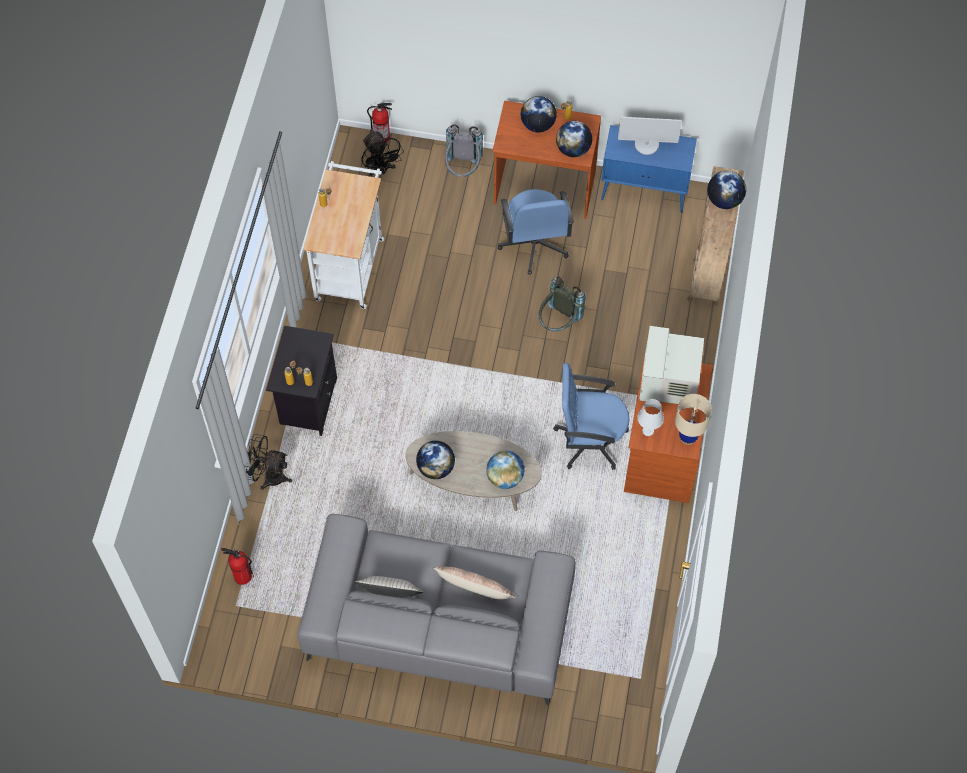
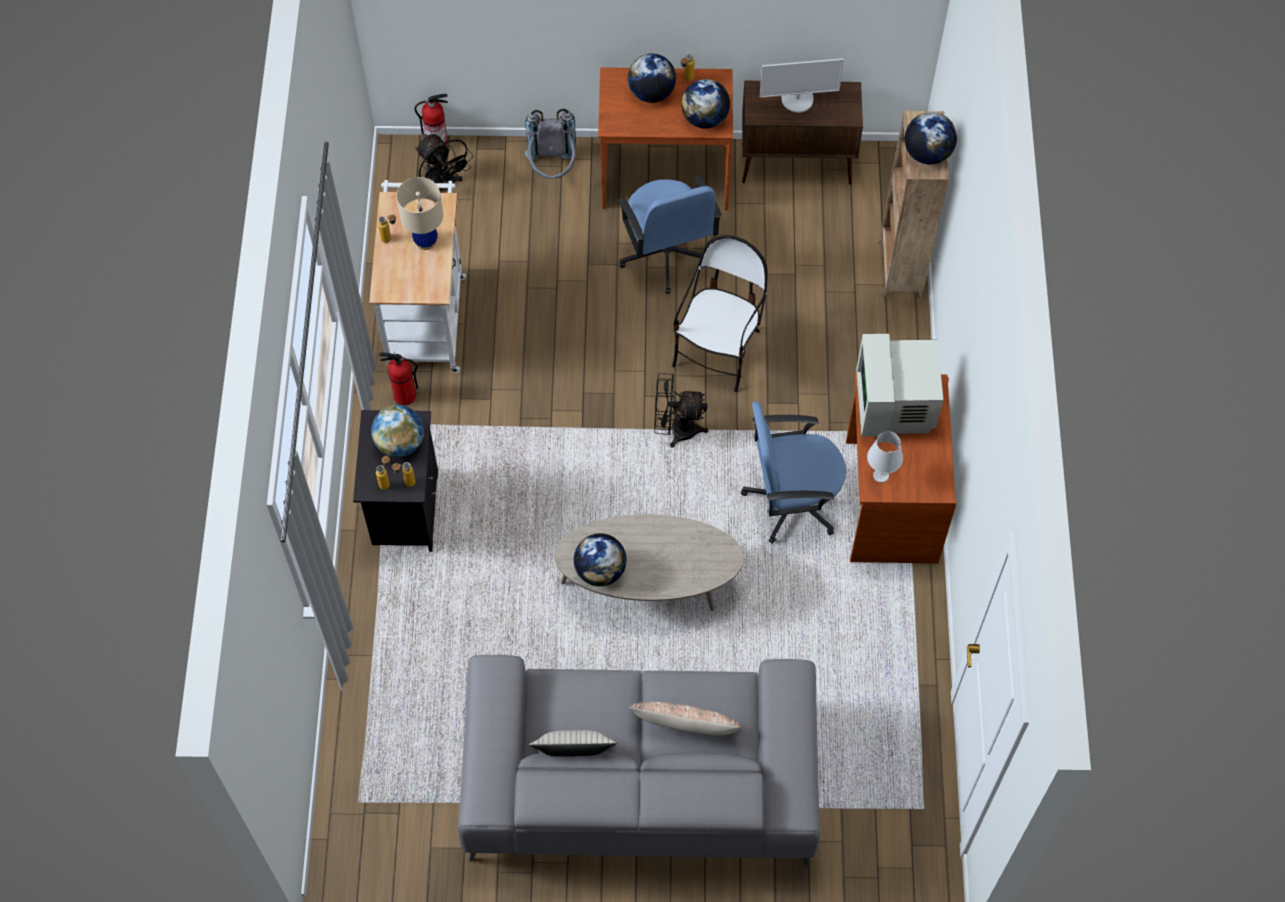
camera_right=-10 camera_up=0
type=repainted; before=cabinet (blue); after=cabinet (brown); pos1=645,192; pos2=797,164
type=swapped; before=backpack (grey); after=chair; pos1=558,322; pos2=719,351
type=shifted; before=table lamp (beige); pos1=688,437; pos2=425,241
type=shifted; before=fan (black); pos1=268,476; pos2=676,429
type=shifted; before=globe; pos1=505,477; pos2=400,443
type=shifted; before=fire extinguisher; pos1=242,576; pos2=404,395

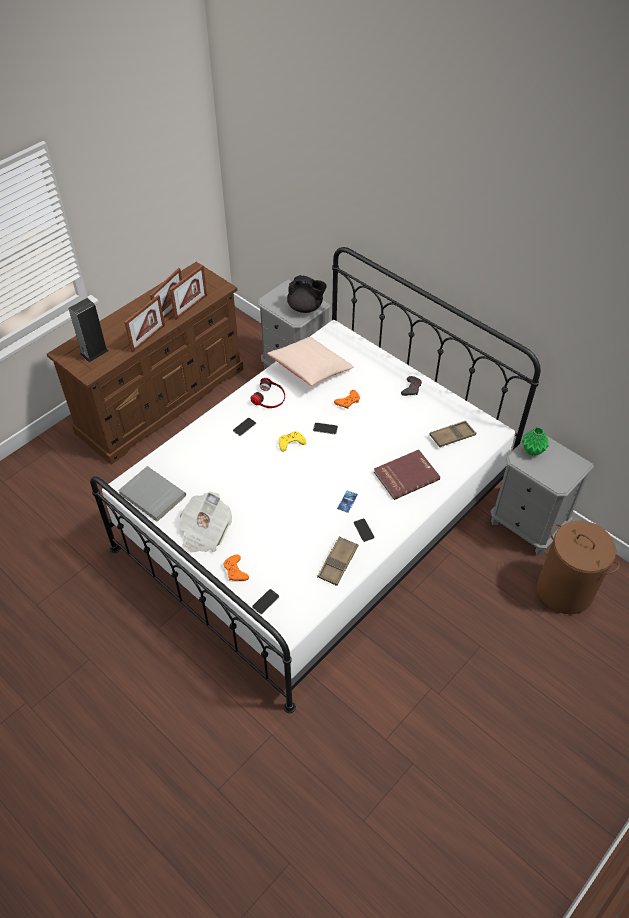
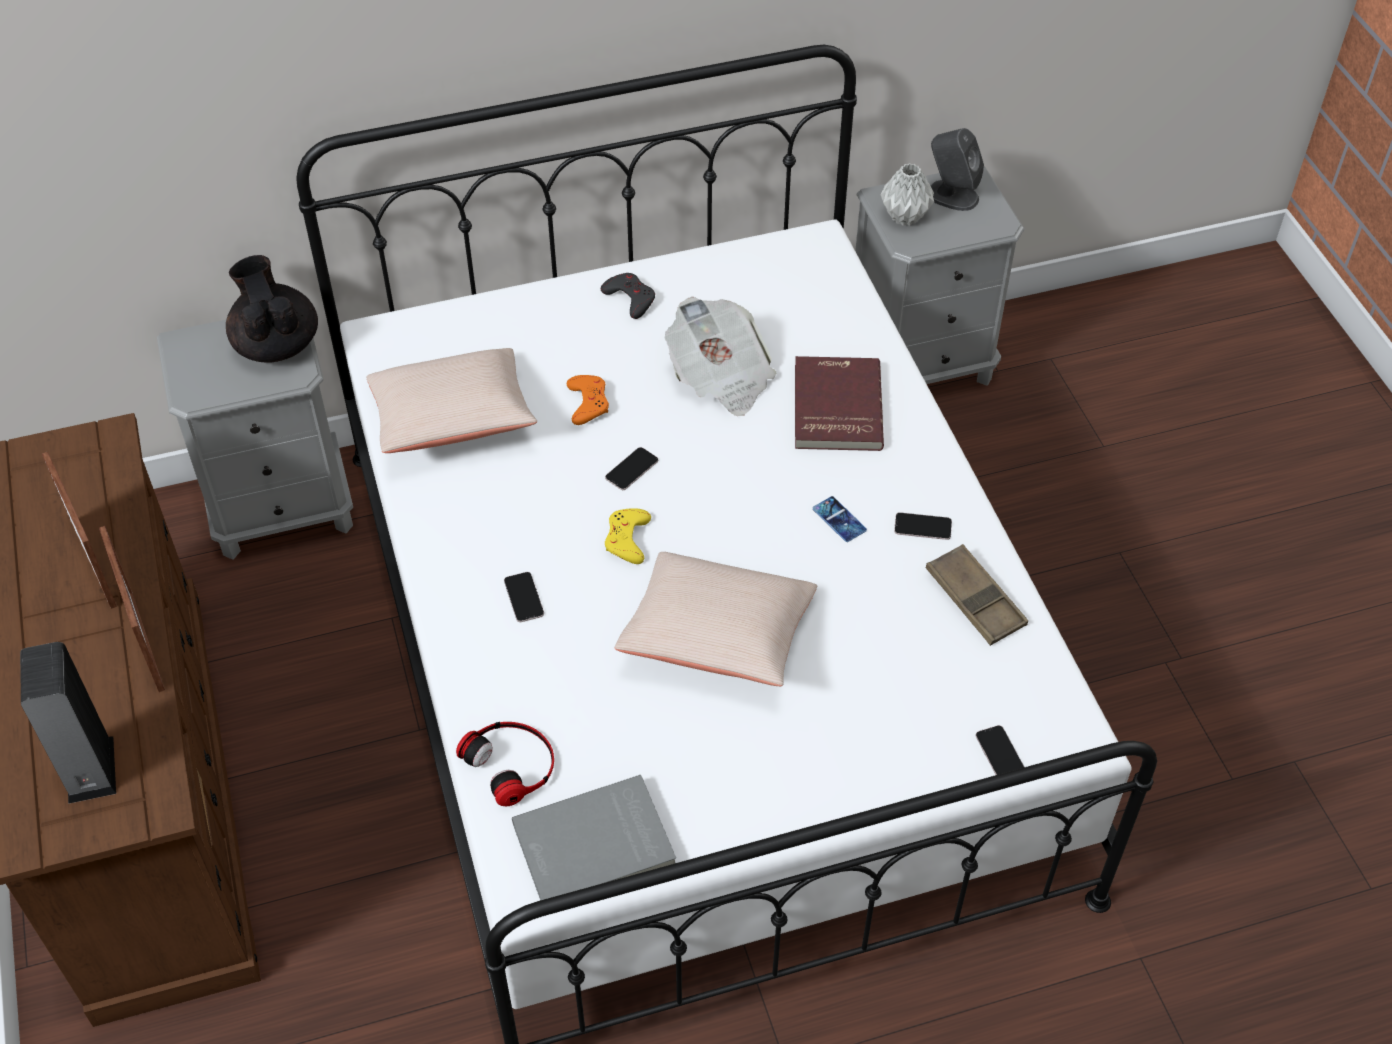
camera_right=-60 camera_up=0
type=gone; before=picture frame; pos1=191,307
type=rotated; before=teapot (black); pos1=306,307; pos2=276,344; turn=-75
type=shifted; before=headphones; pos1=269,397; pos2=512,763
type=gone; before=tray (brown); pos1=452,436
type=repainted; before=vase (green); after=vase (grey); pos1=532,450; pos2=904,217
type=shifted; before=newspaper; pos1=204,532; pos2=720,377
type=gone; before=laundry basket (brown); pos1=565,590
type=gone; before=game controller (orange); pos1=235,571
type=new; after=speaker (grey); pos2=951,195
type=new; after=pillow (beige); pos2=718,636

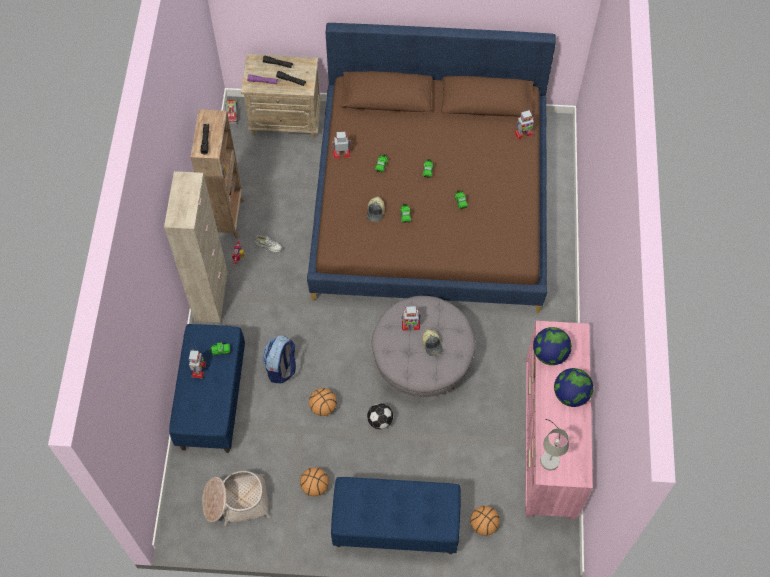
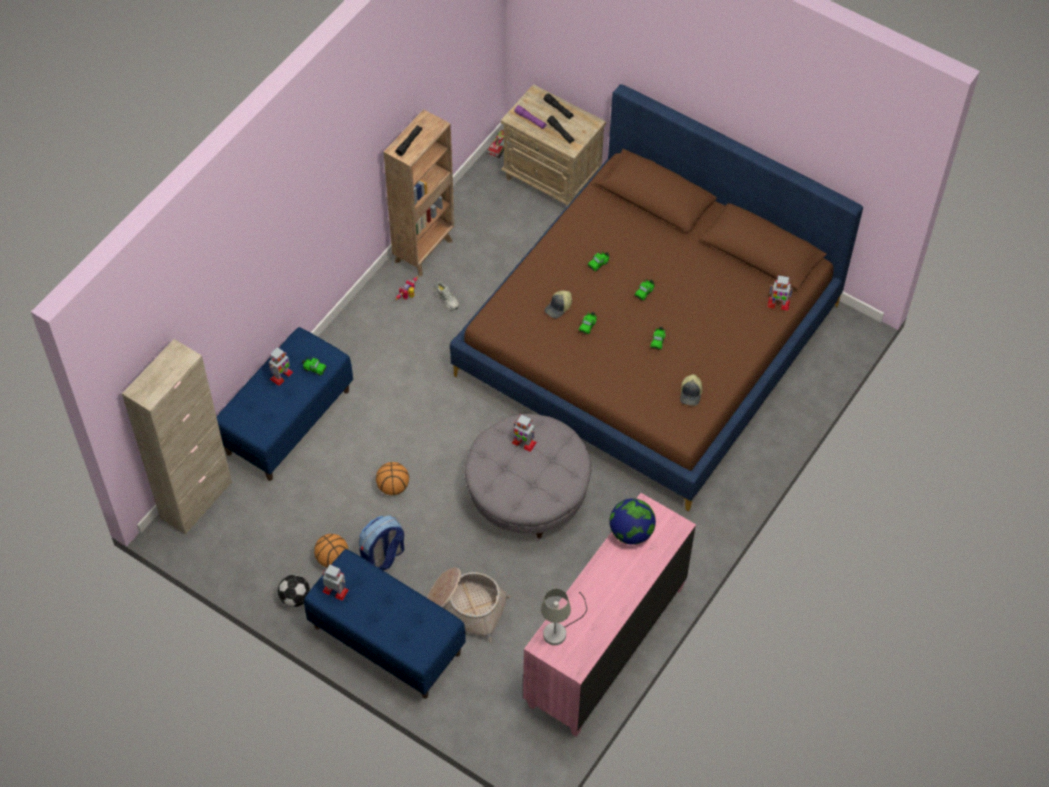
camera_right=30 camera_up=-5
type=shifted; before=toy robot; pos1=342,153; pos2=335,590
type=shifted; before=cabinet (beige); pos1=211,296; pos2=196,500
type=shifted; before=cap; pos1=432,344; pos2=691,393
type=shifted; before=backpack; pos1=281,368; pos2=382,557
type=gone; before=globe; pos1=571,395
type=shifted; before=football; pos1=379,421; pos2=295,597
type=shifted; before=basket; pos1=236,501; pos2=465,607
type=gone; before=basketball; pos1=483,525

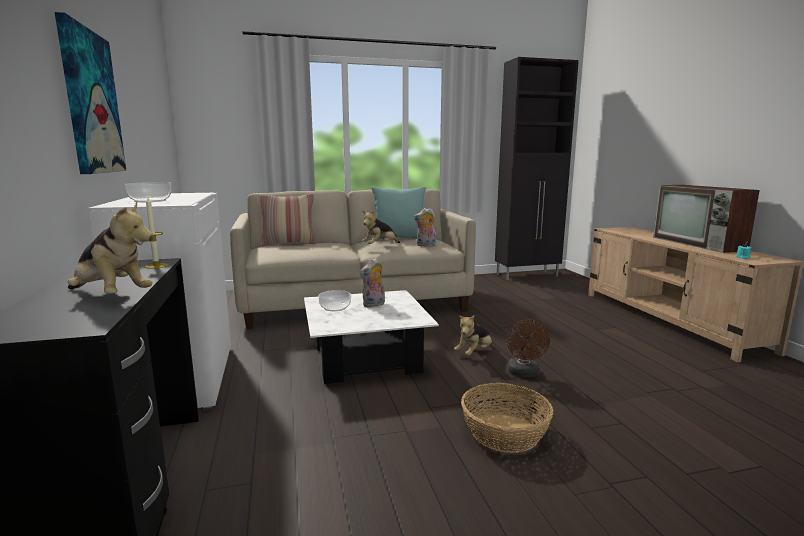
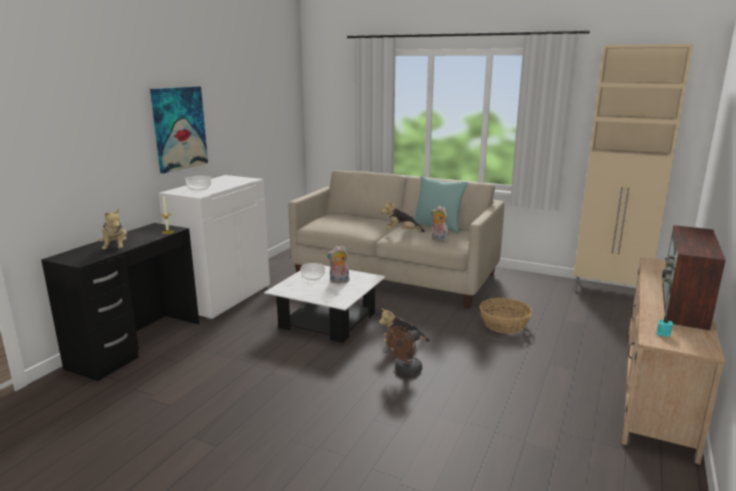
camera_right=40 camera_up=5
type=repainted; before=cabinet (black); after=cabinet (beige); pos1=528,275; pos2=610,291
type=gone; before=pillow; pos1=289,243
type=shifted; before=basket; pos1=505,432; pos2=504,325

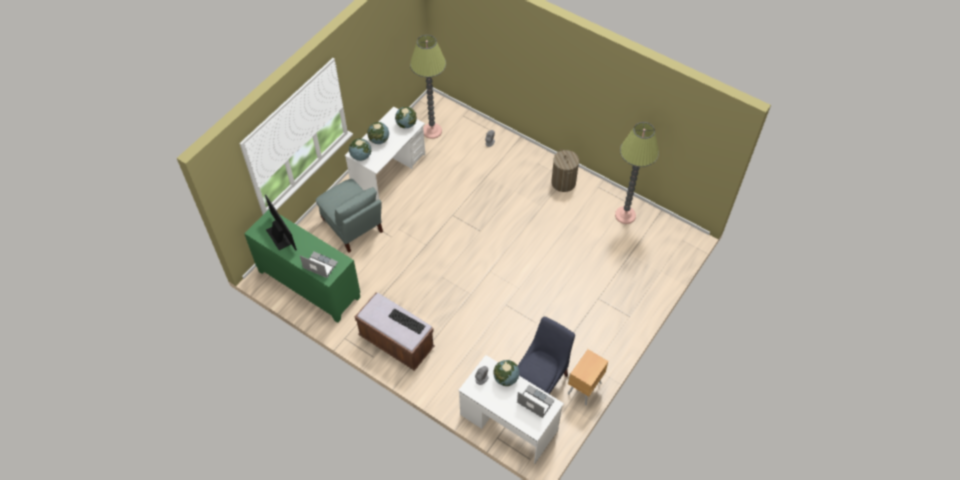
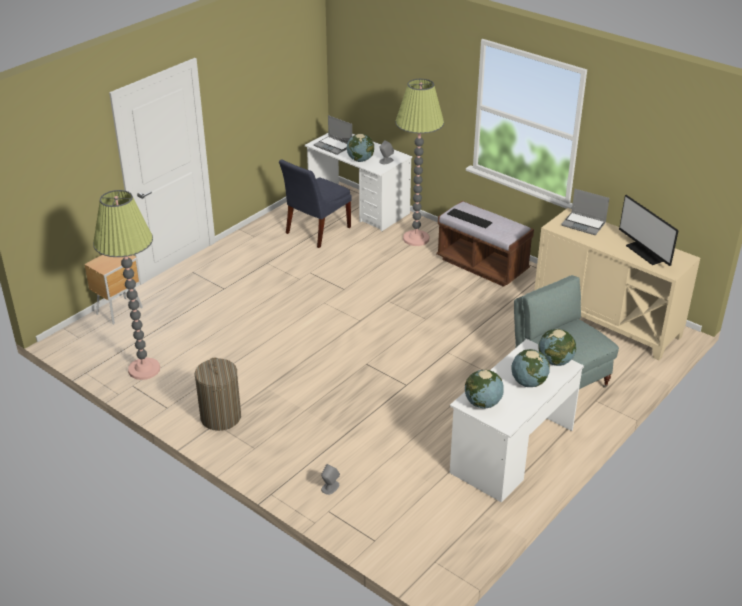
camera_right=-175 camera_up=-20
type=shifted; before=floor lamp; pos1=432,131; pos2=416,239
type=repainted; before=cabinet (green); after=cabinet (beige); pos1=308,285; pos2=606,320
type=shifted; before=nightstand (brown); pos1=583,389; pos2=120,311

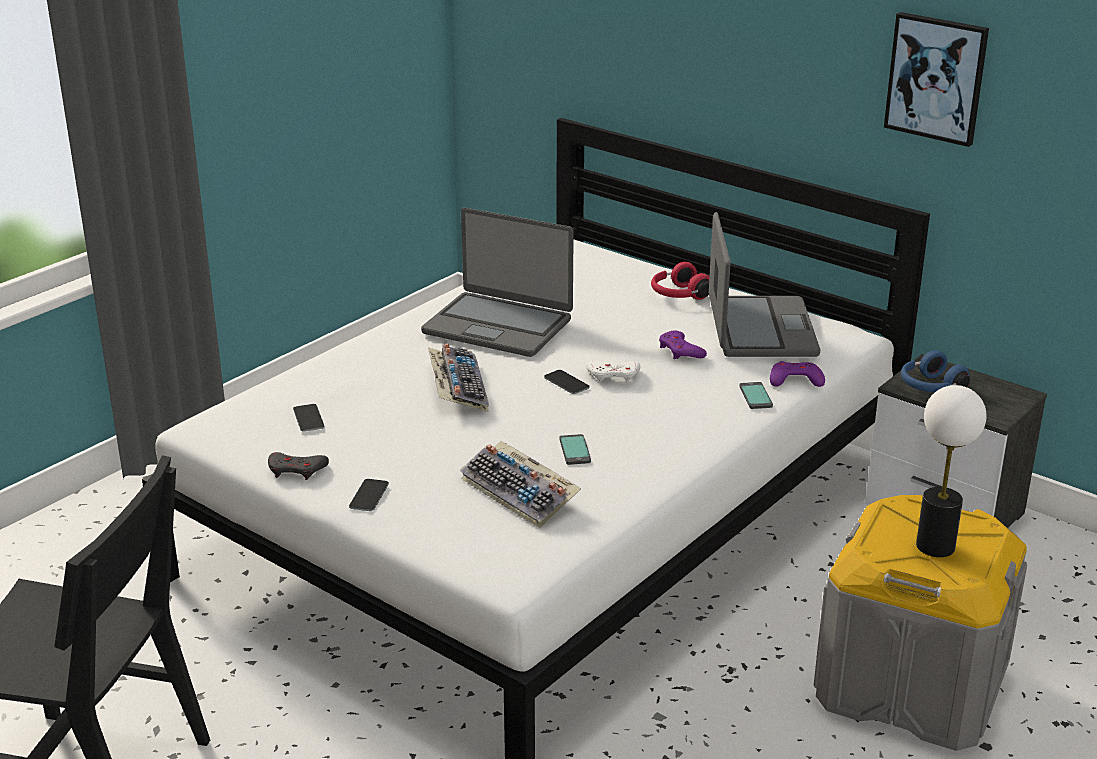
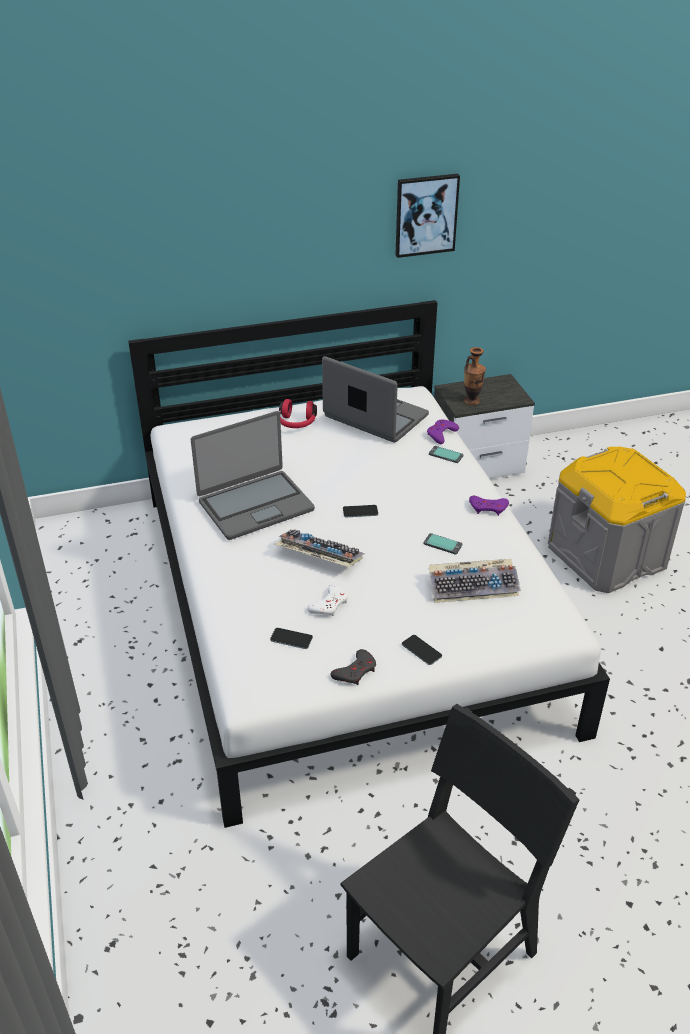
camera_right=-55 camera_up=10
type=shifted; before=game controller (purple); pos1=680,351; pos2=488,508
type=swapped; before=headphones (blue); after=vase; pos1=930,387; pos2=471,401
type=shifted; before=game controller (white); pos1=613,375; pos2=329,604
type=gone; before=table lamp; pos1=936,546

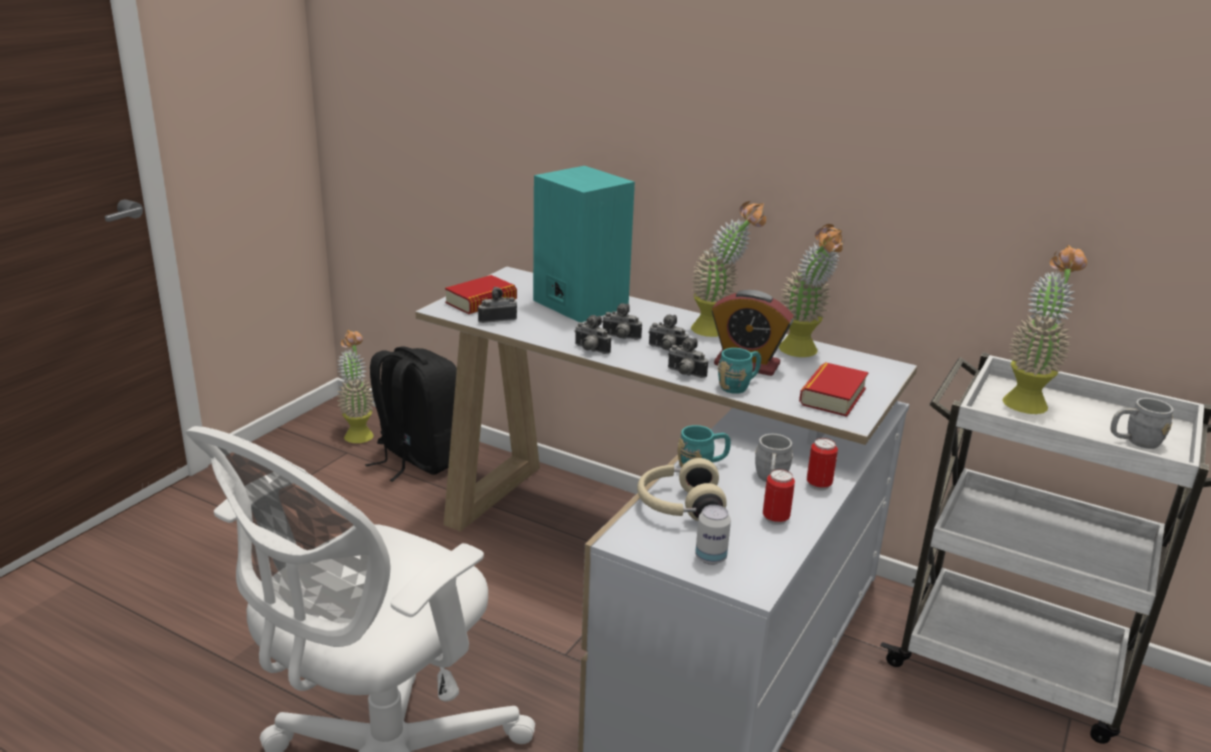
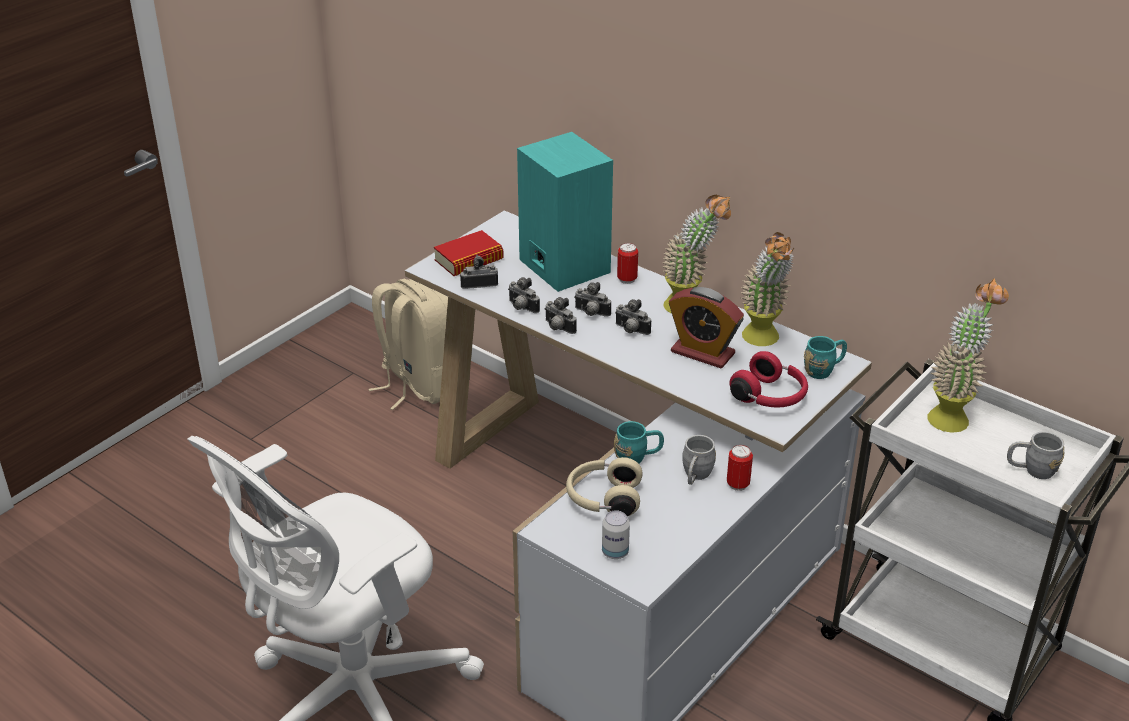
camera_right=10 camera_up=10
type=gone; before=potted plant; pos1=358,432
type=shifted; before=photo camera; pos1=685,374; pos2=521,308
type=repainted; before=backpack (black); after=backpack (beige); pos1=417,459; pos2=420,384
type=shifted; before=mug (turquoise); pos1=739,385; pos2=824,370
type=swapped; before=book; after=headphones (red); pos1=832,396; pos2=770,396
type=shifted; before=can; pos1=775,519; pos2=627,279

